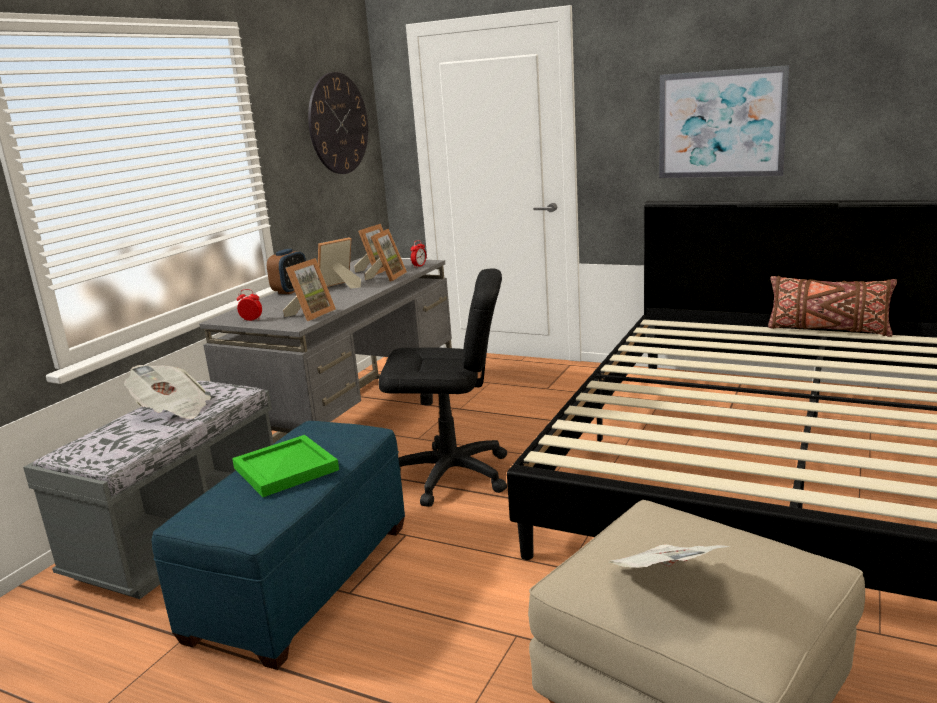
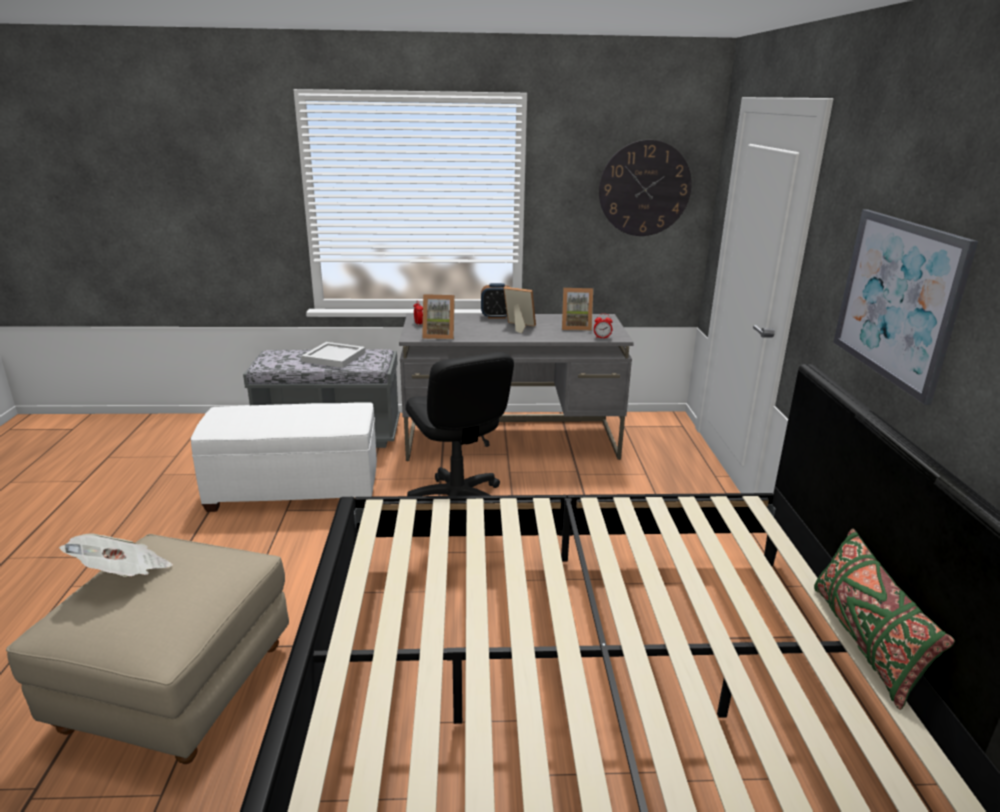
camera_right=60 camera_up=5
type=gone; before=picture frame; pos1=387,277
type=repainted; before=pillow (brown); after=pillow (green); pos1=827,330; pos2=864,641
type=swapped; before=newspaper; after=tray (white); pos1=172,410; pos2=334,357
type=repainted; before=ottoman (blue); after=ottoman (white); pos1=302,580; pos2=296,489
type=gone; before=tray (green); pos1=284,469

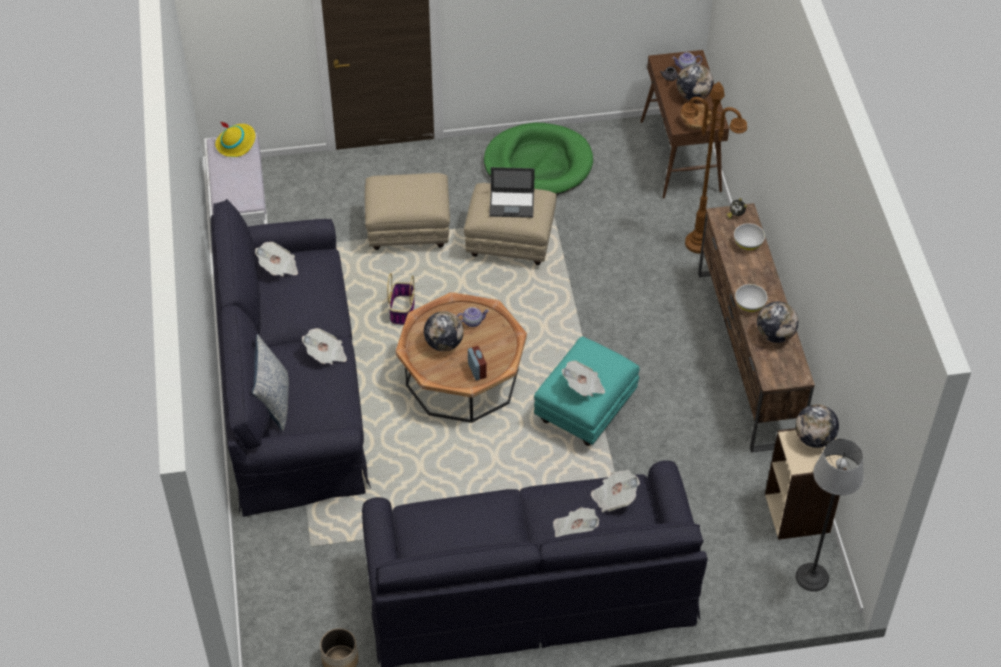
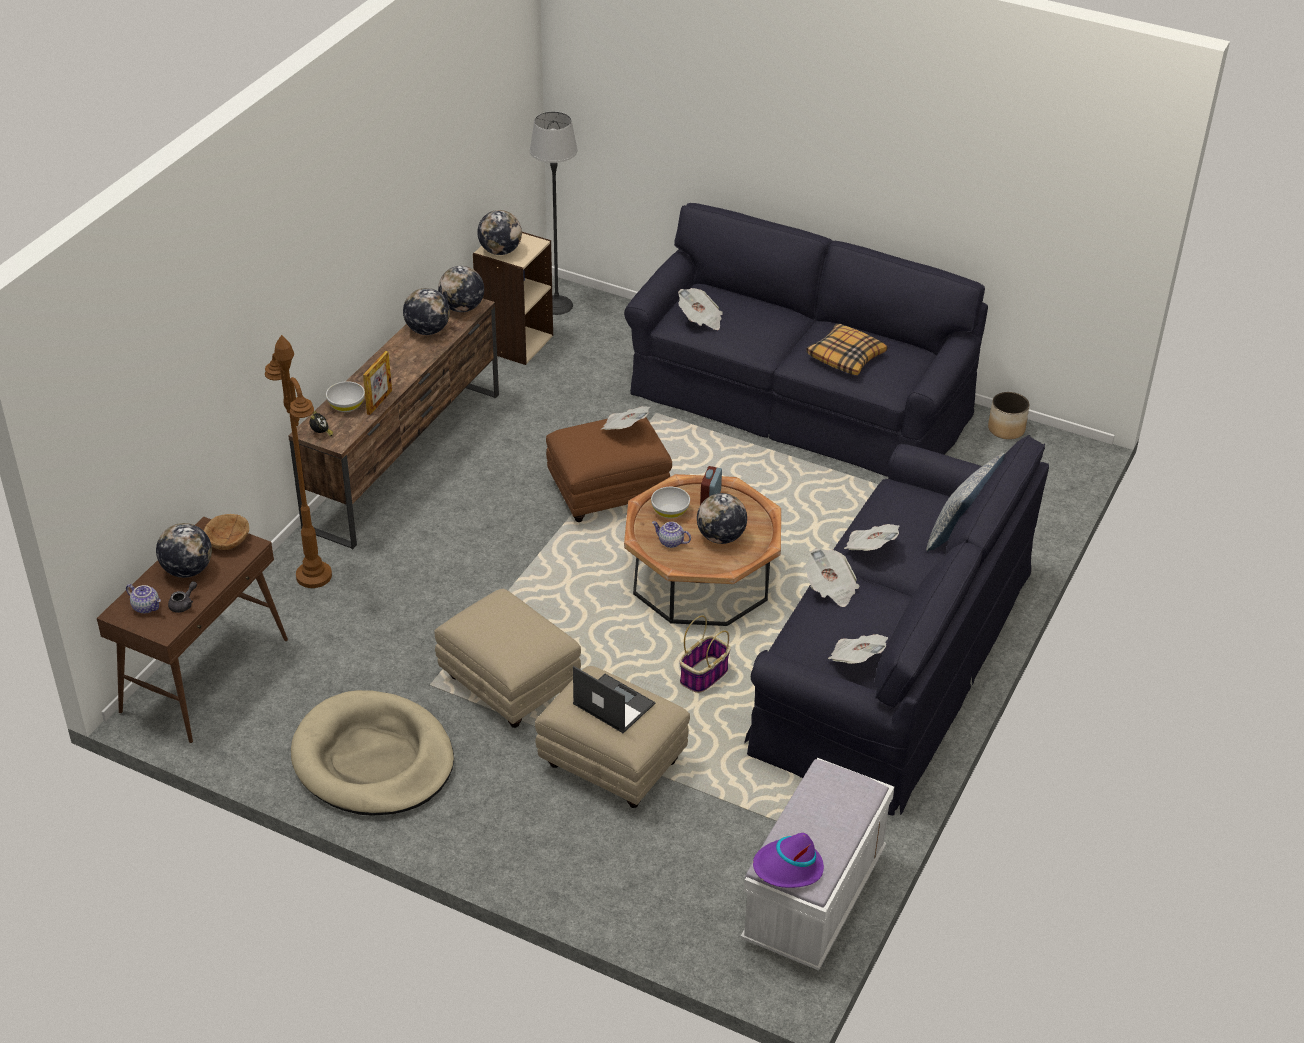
camera_right=-145 camera_up=-10
type=repainted; before=hat (yellow); after=hat (purple); pos1=236,143; pos2=788,868
type=repainted; before=dog bed (green); after=dog bed (beige); pos1=538,164; pos2=373,759
type=shifted; before=laptop; pos1=512,204; pos2=612,703
type=shifted; before=bowl (white); pos1=750,304; pos2=670,511
type=repainted; before=ottoman (turquoise); after=ottoman (brown); pos1=584,410; pos2=609,493
type=shifted; before=newspaper; pos1=574,532; pos2=831,588
type=new; after=globe; pos2=462,308
type=new; after=pillow; pos2=846,357
type=new; after=picture frame; pos2=379,402

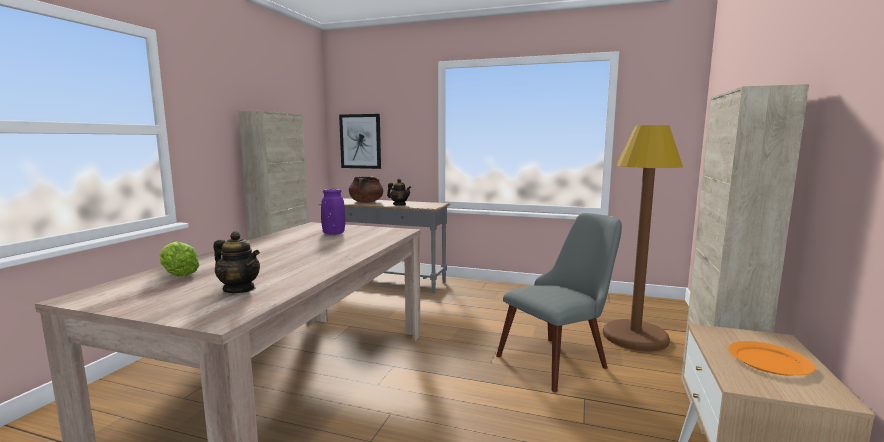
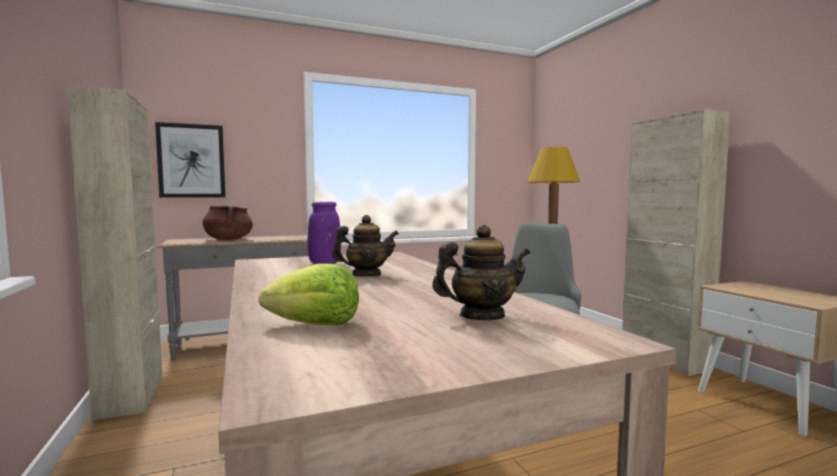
camera_right=-40 camera_up=-5
type=shifted; before=teapot; pos1=399,205; pos2=366,275
type=gone; before=plate (orange); pos1=769,361

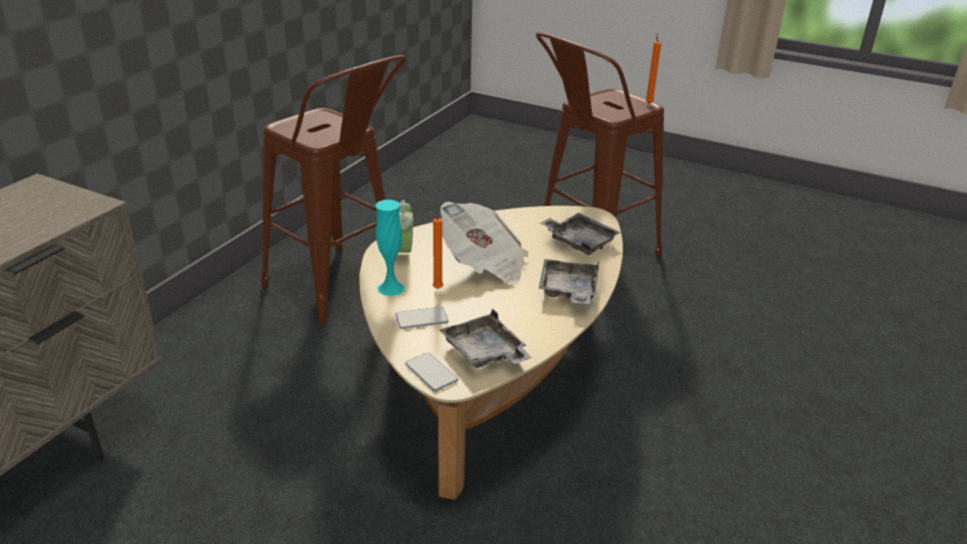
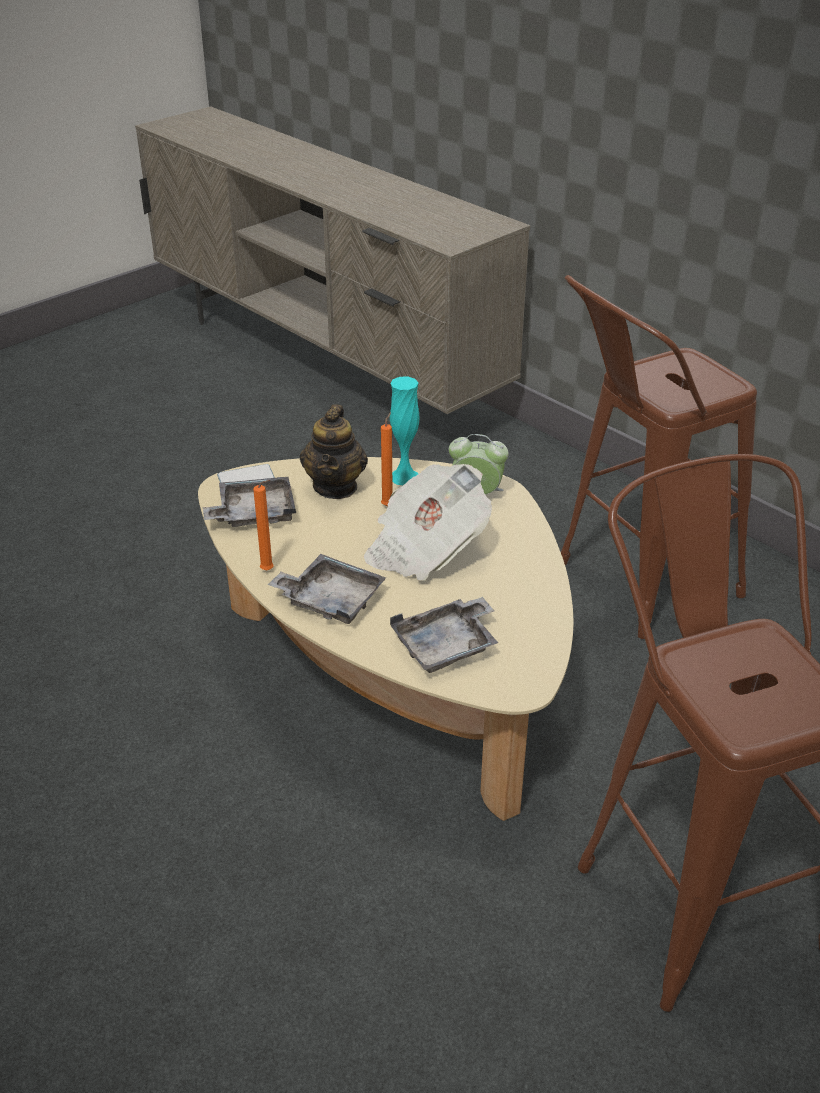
camera_right=110 camera_up=5
type=shifted; before=candle (orange); pos1=648,103; pos2=269,571
type=swapped; before=phone; after=teapot; pos1=421,319; pos2=335,486

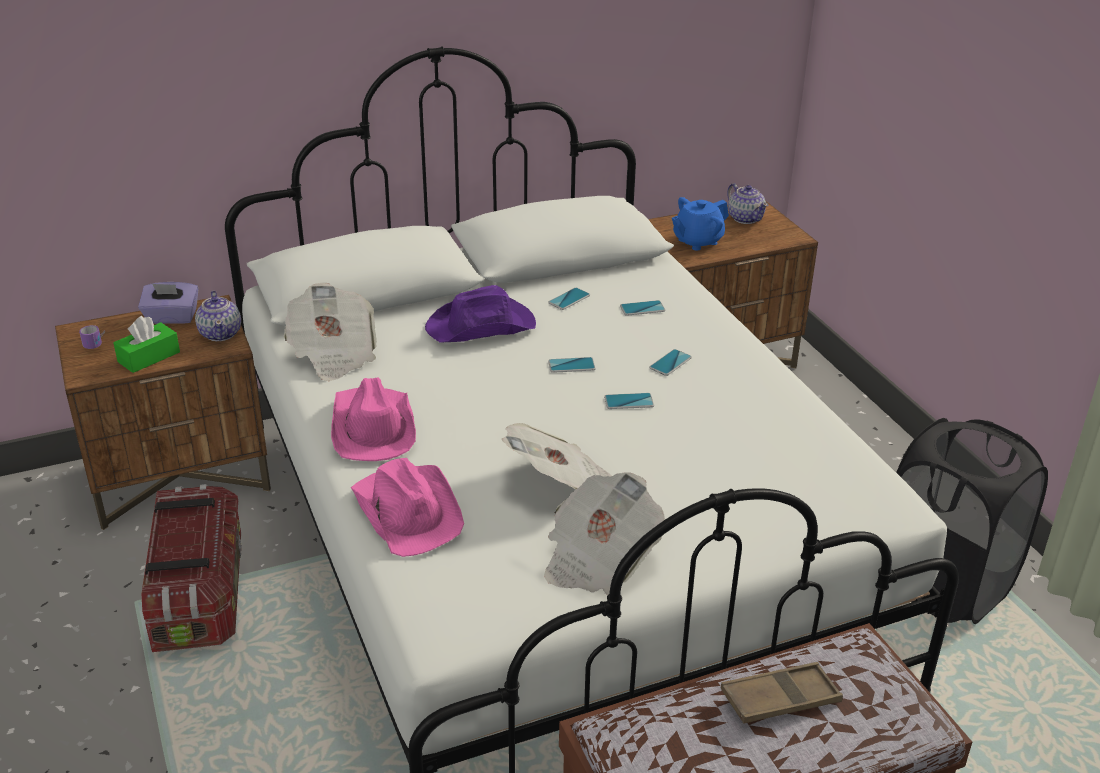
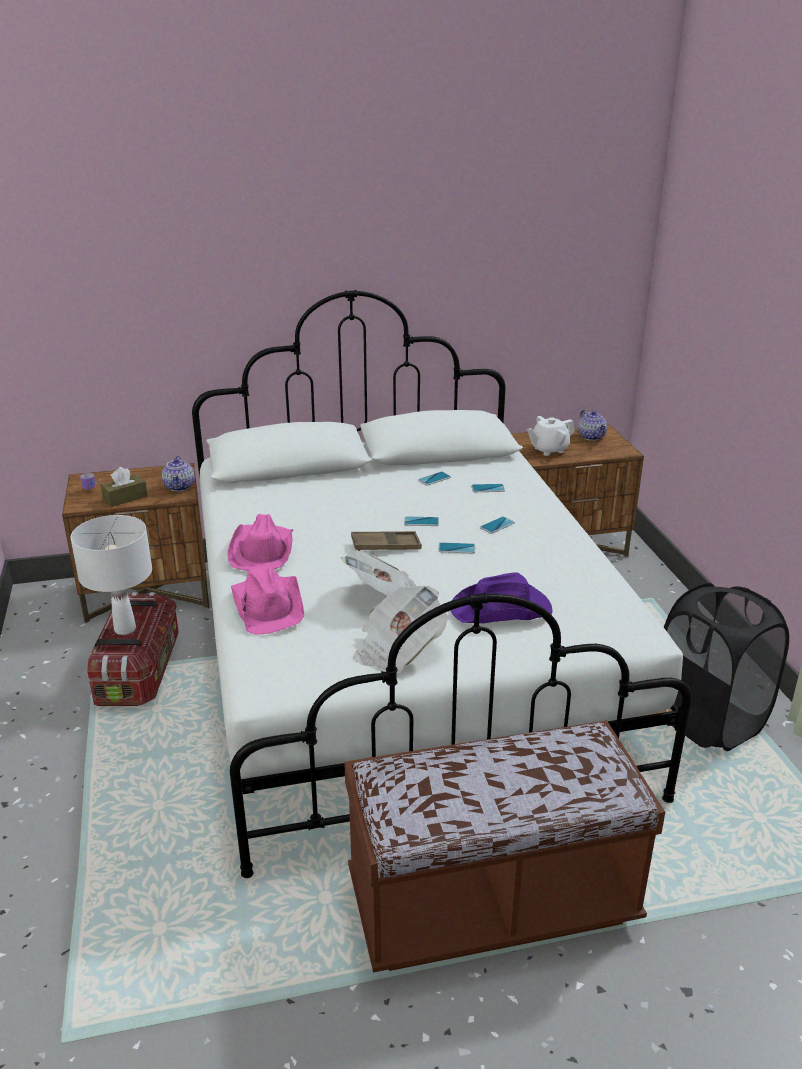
camera_right=10 camera_up=-5
type=repainted; before=teapot (blue); after=teapot (white); pos1=697,241; pos2=548,449
type=gone; before=tissue box (purple); pos1=172,317
type=gone; before=newspaper; pos1=333,354
type=shifted; before=hat (purple); pos1=482,327; pos2=501,610
type=repainted; before=tissue box (green); after=tissue box (brown); pos1=149,357; pos2=125,498
type=shifted; before=tray (brown); pos1=780,699; pos2=386,545
type=new; after=table lamp (white); pos2=125,629

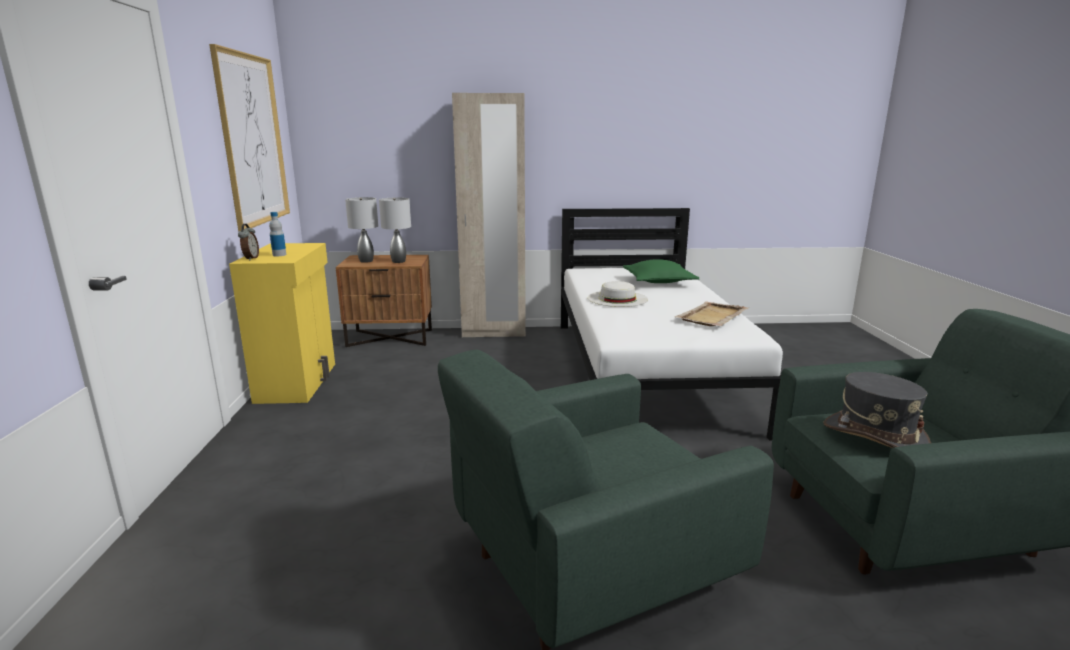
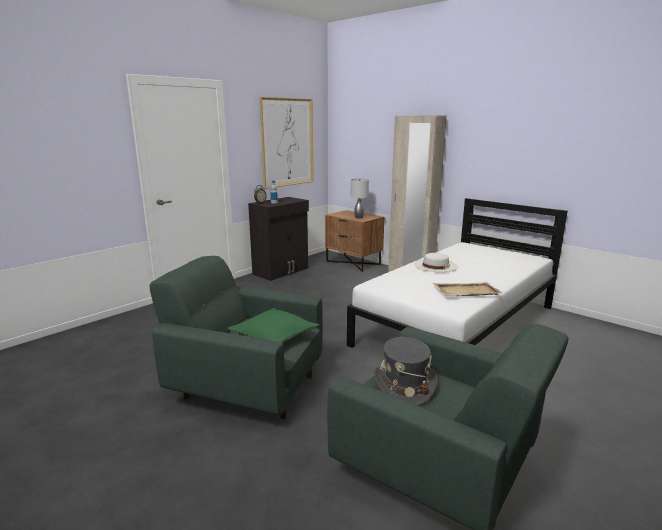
camera_right=45 camera_up=0
type=gone; before=table lamp (grey); pos1=366,261
type=repainted; before=cabinet (yellow); after=cabinet (black); pos1=298,382; pos2=281,271
type=shifted; before=pillow (green); pos1=658,281; pos2=274,336

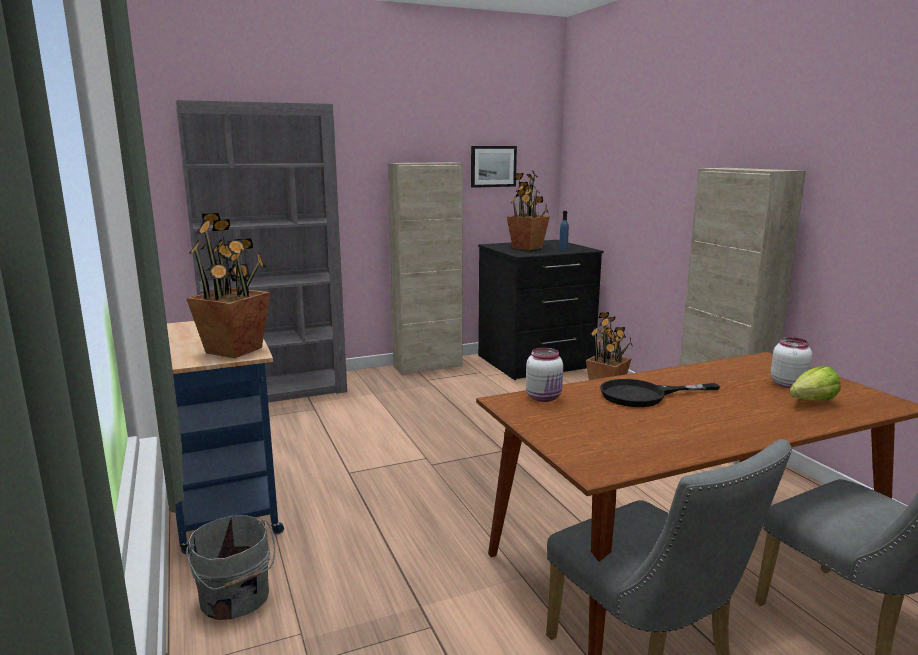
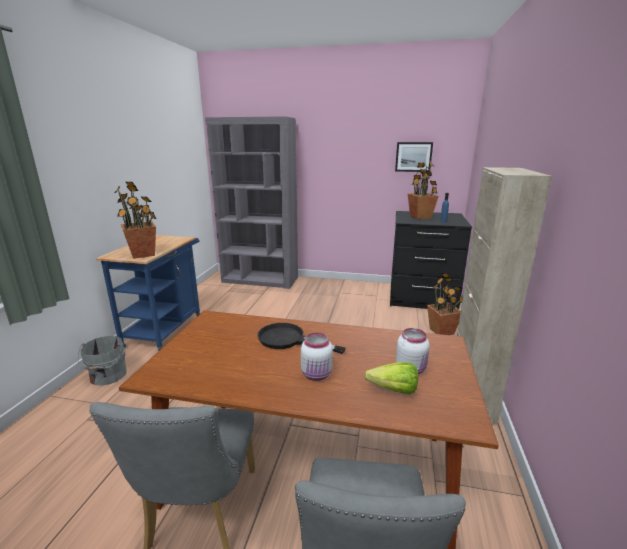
camera_right=35 camera_up=5
type=gone; before=cabinet (beige); pos1=428,366
type=shifted; before=jar (white); pos1=544,397; pos2=317,375

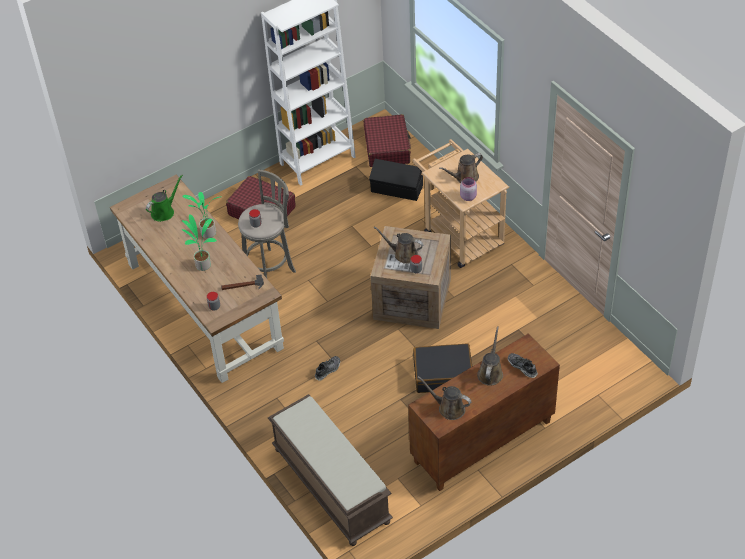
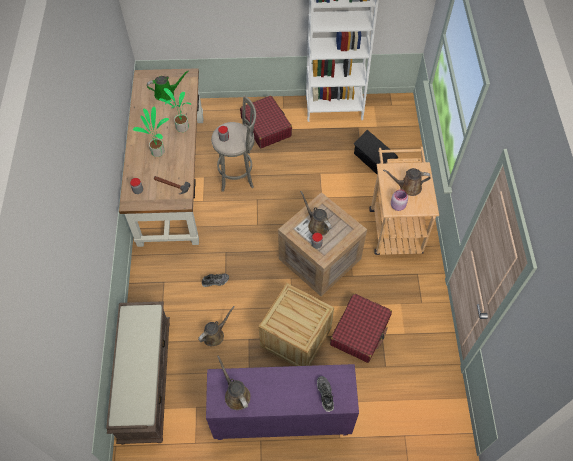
camera_right=30 camera_up=10
type=shifted; before=suitcase (red); pos1=387,147; pos2=360,331
type=shifted; before=watering can (brown); pos1=490,372; pos2=215,334
type=repainted; before=cabinet (brown); after=cabinet (purple); pos1=482,443; pos2=281,418
type=swapped; before=suitcase (black); after=crate; pos1=443,374; pos2=296,337

